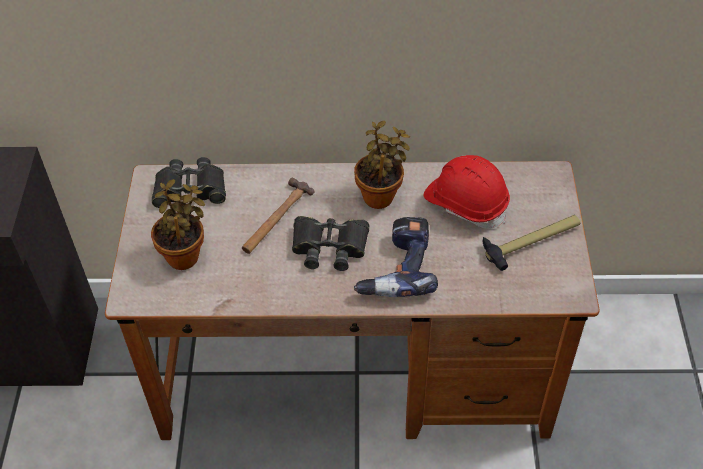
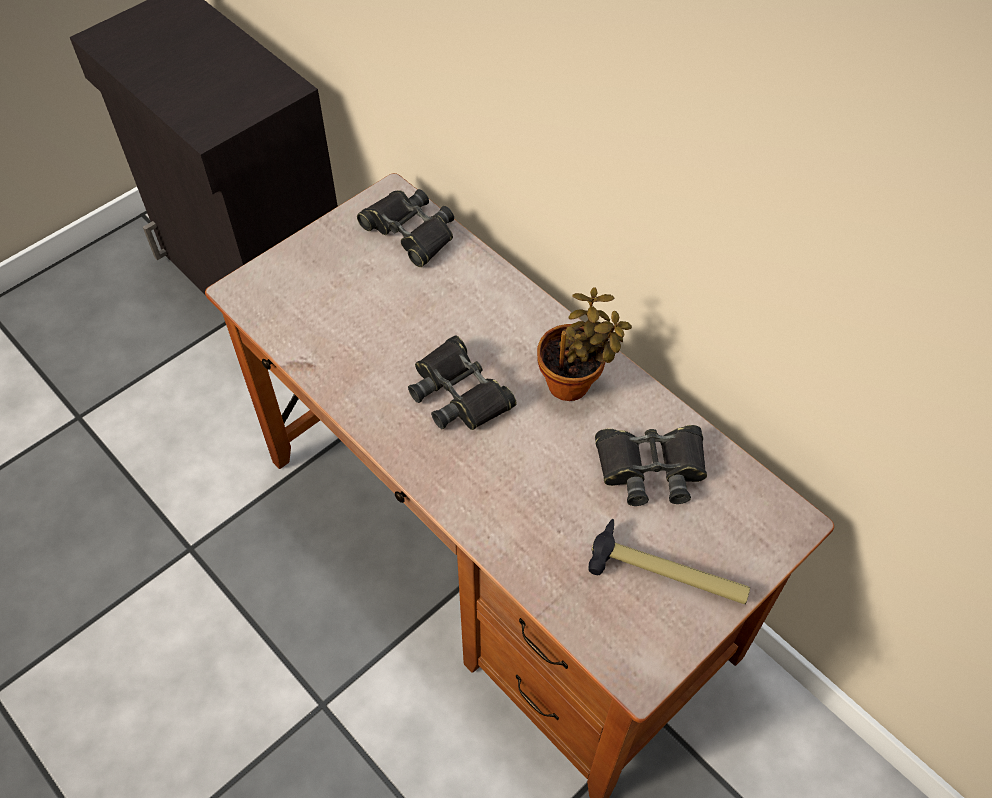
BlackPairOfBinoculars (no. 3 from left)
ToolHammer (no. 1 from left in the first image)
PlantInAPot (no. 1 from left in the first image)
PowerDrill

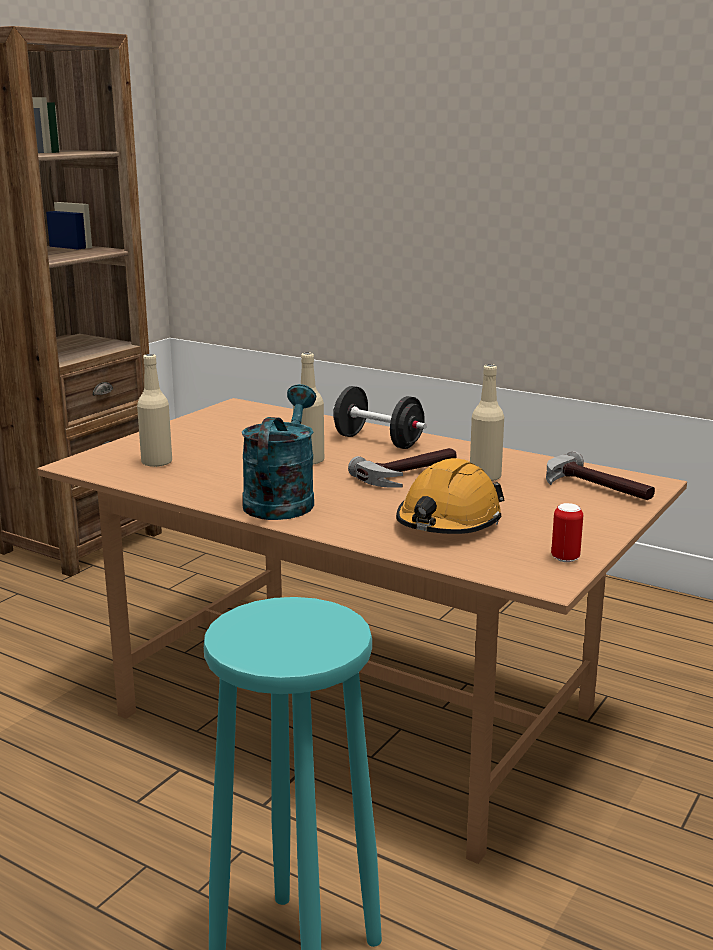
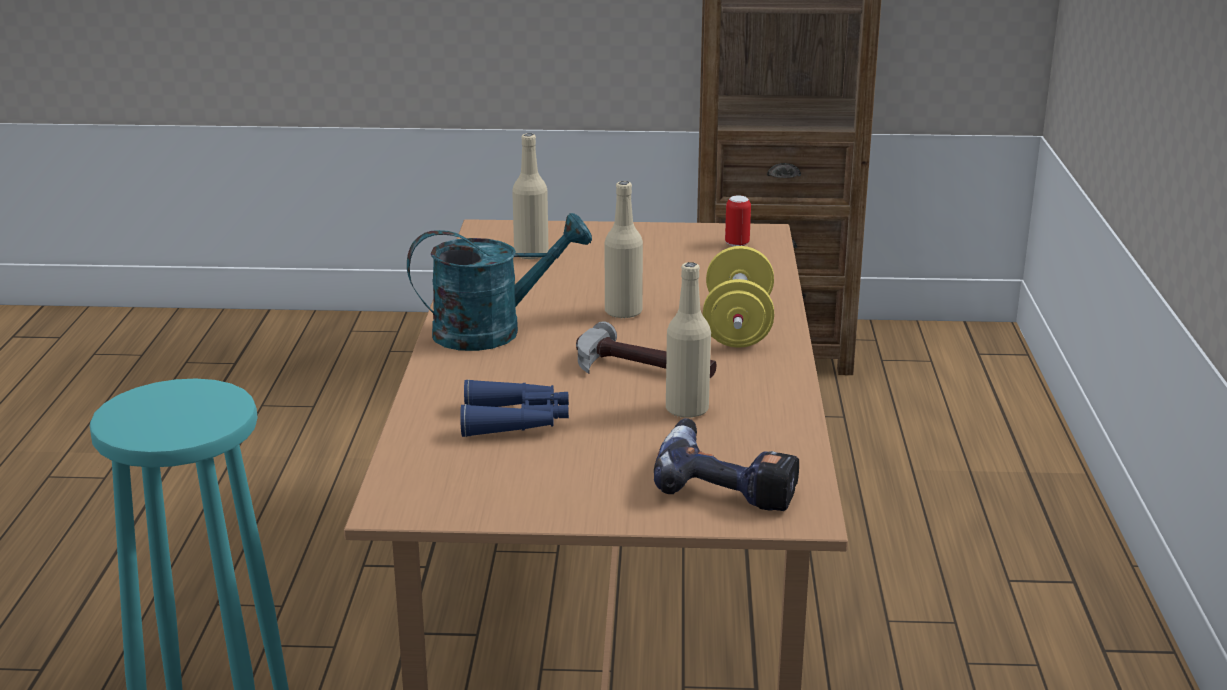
YellowishFreeWeight
PowerDrill
BluePairOfBinoculars
SealedCan

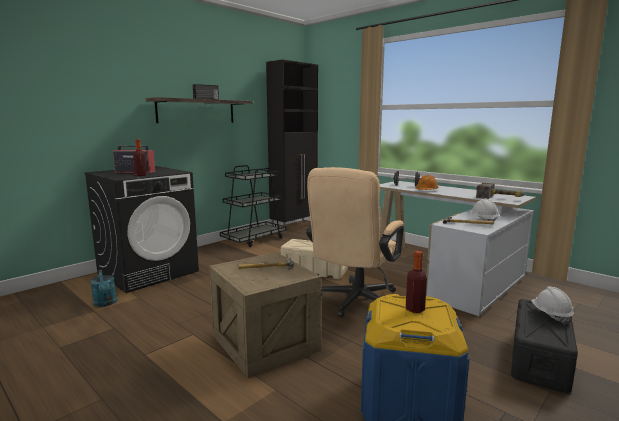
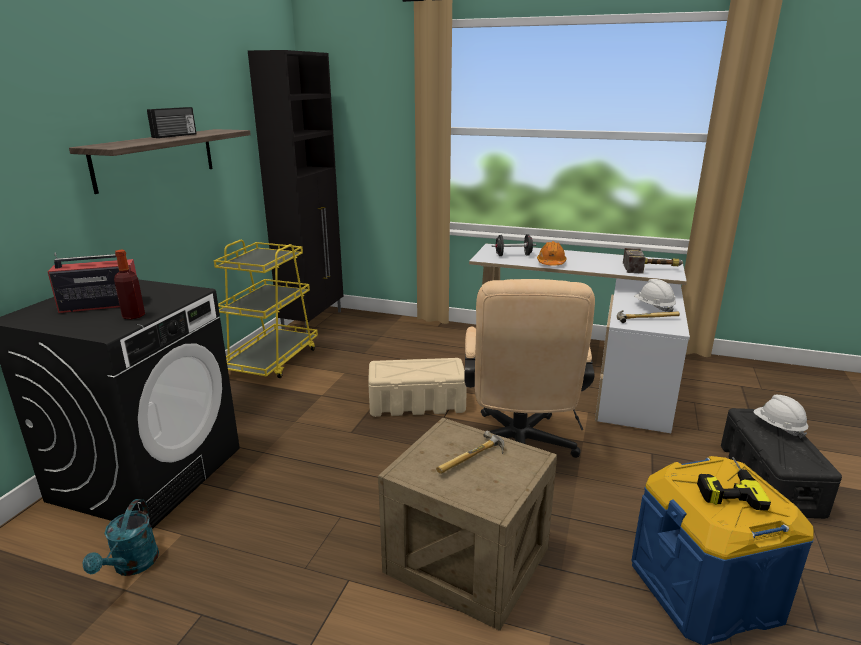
YellowishTrolley
PowerDrill
TurquoiseColouredSprinklingCan

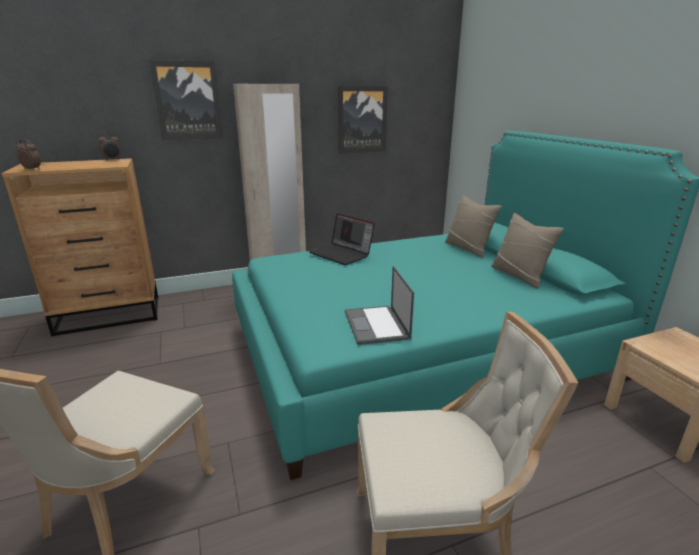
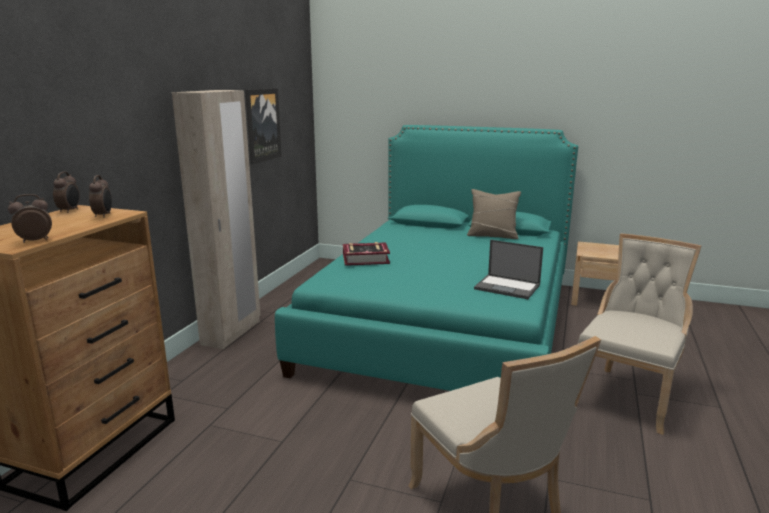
Picture (no. 1 from left in the first image)
BeigeCushion (no. 1 from left in the first image)
Volume
BedsideClock (no. 3 from left)

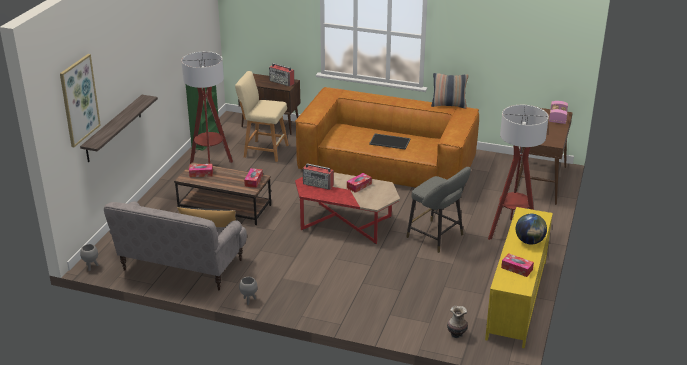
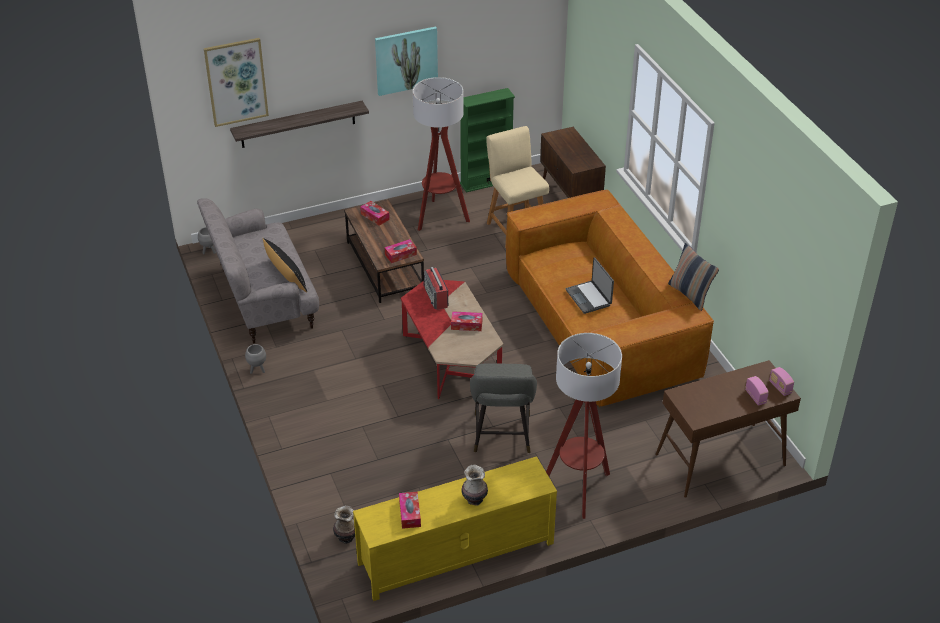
RadioSet (no. 1 from left in the first image)
Laptop
Vase (no. 2 from left)
Picture (no. 2 from left)

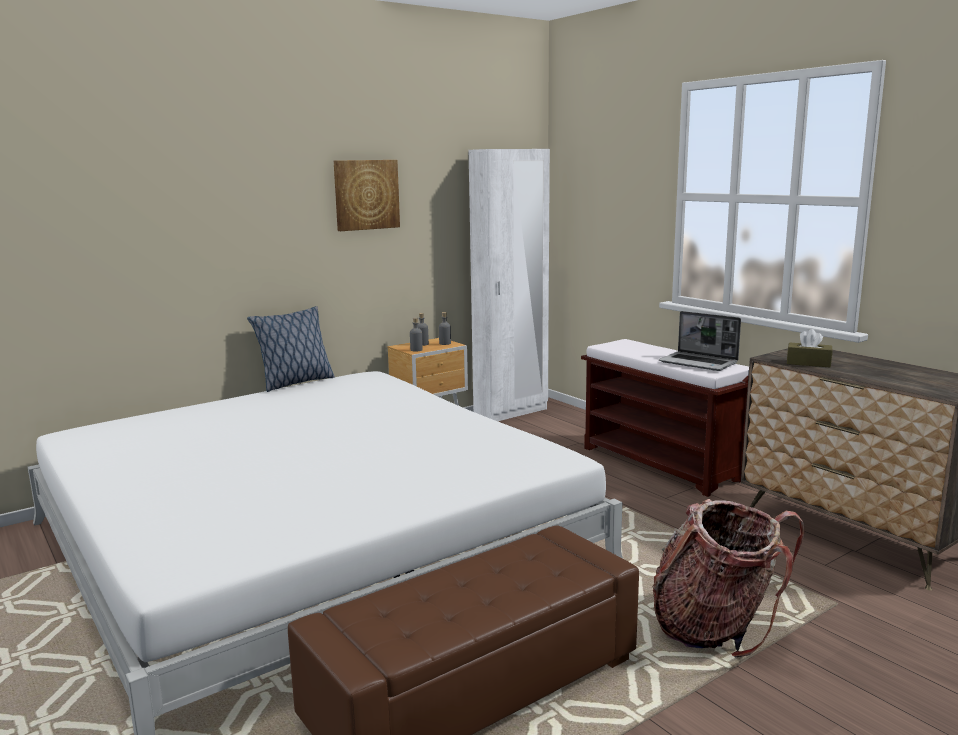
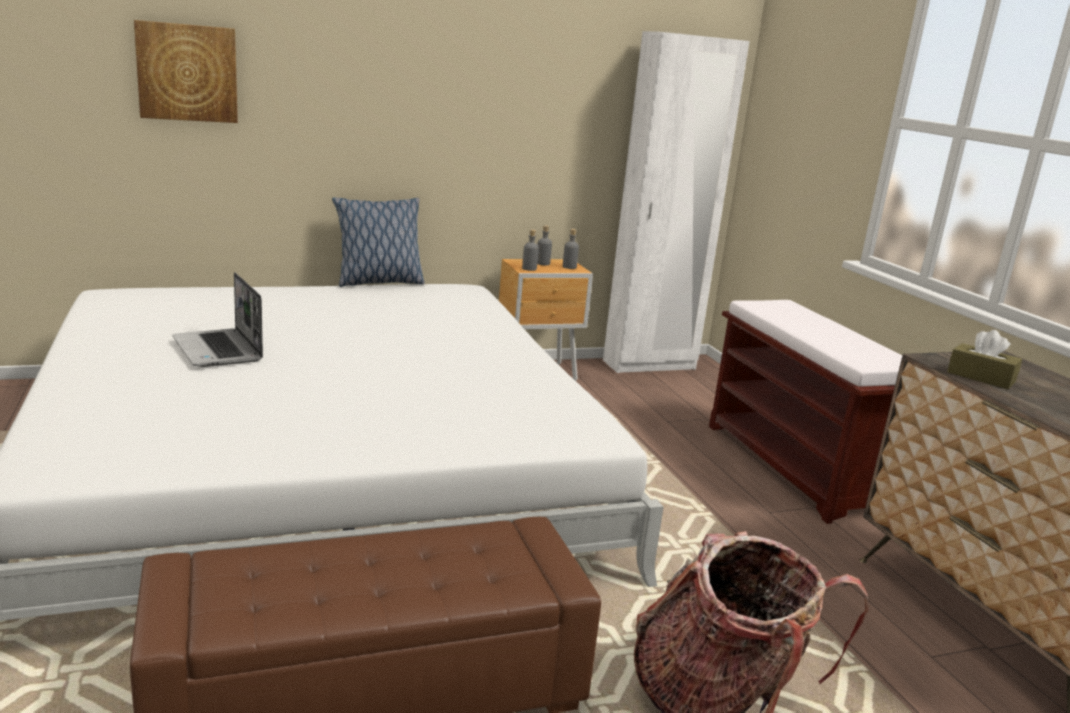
Picture
Laptop

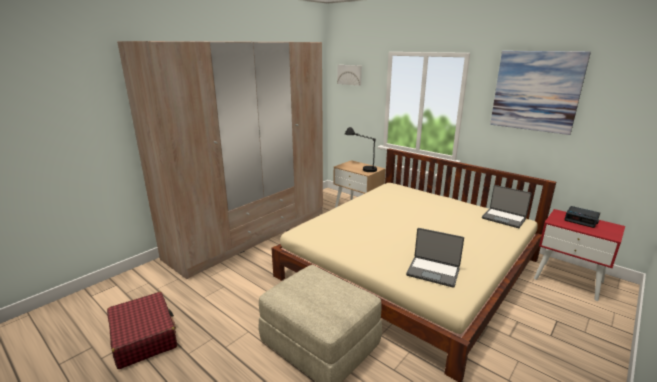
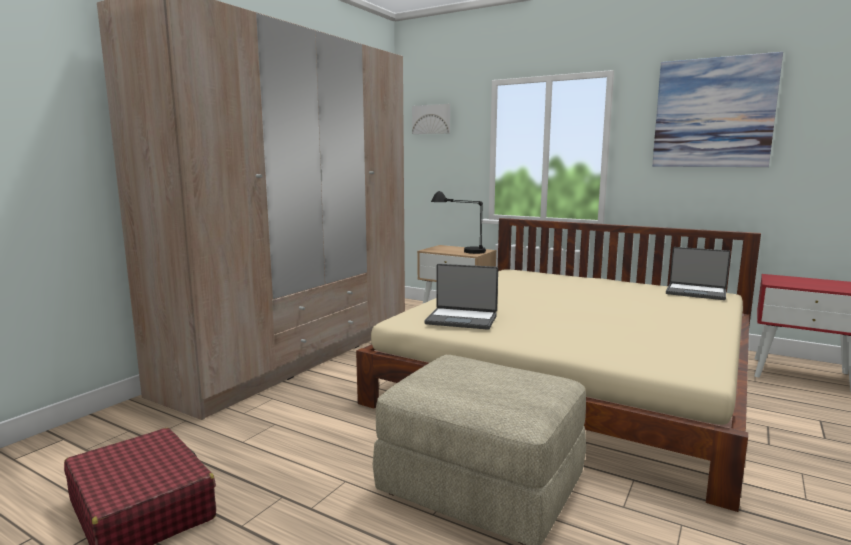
BedsideClock
Laptop (no. 1 from left)

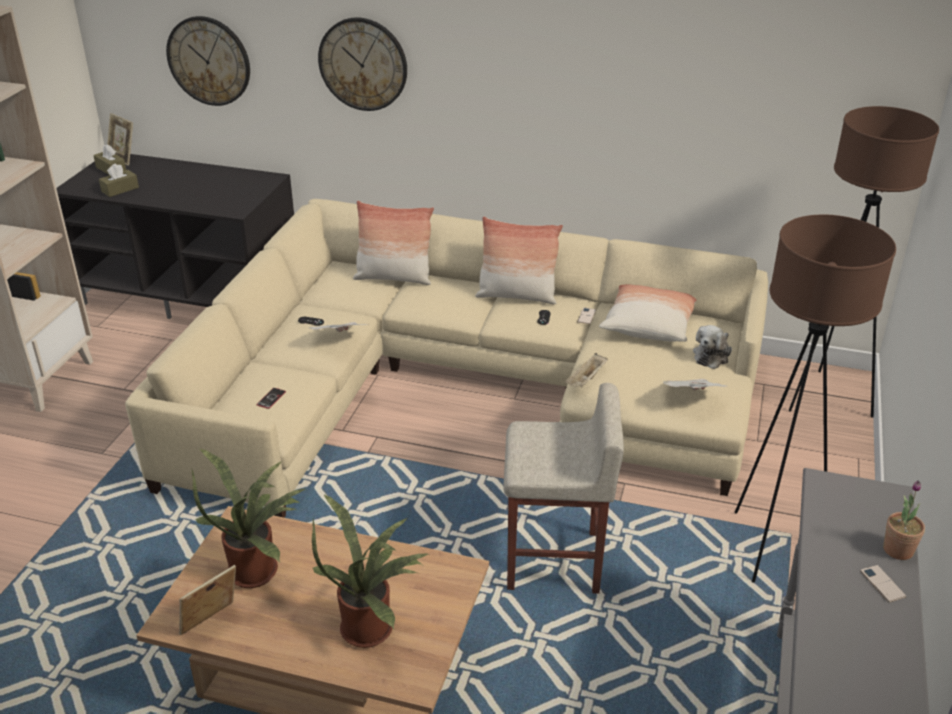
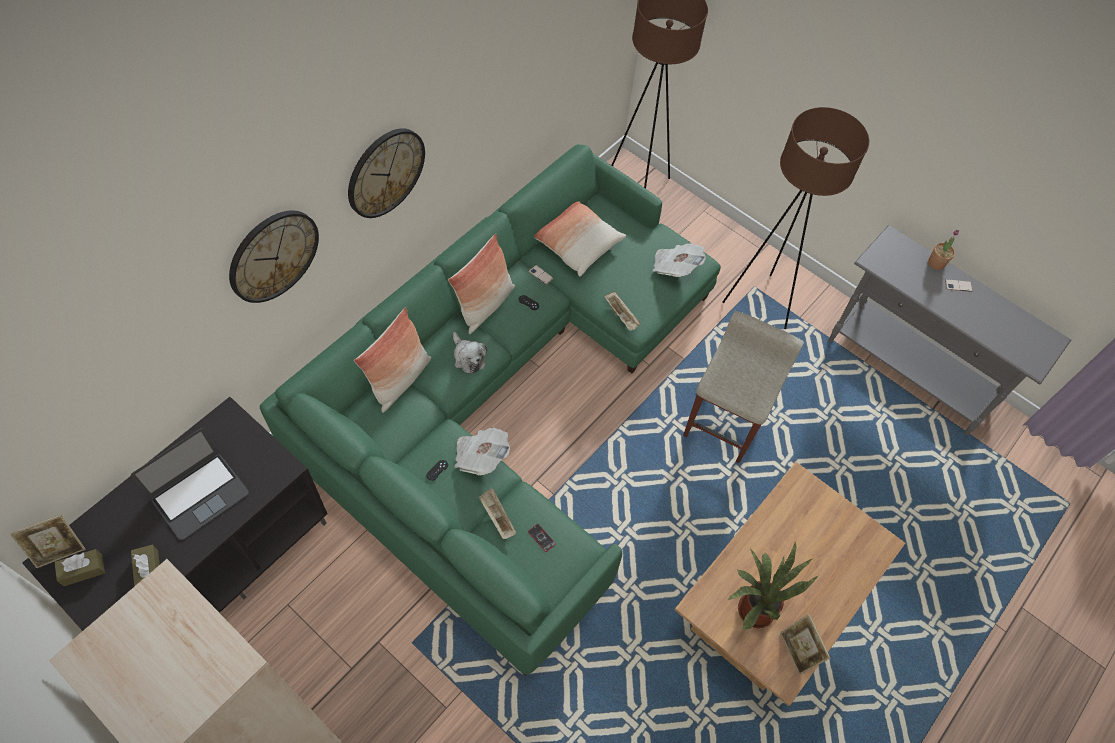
ClockOnTheWall (no. 2 from left)
GreenCouch
PlushToy
PlantInAPot (no. 2 from left in the first image)
Laptop
BeigeServingTray (no. 1 from left)

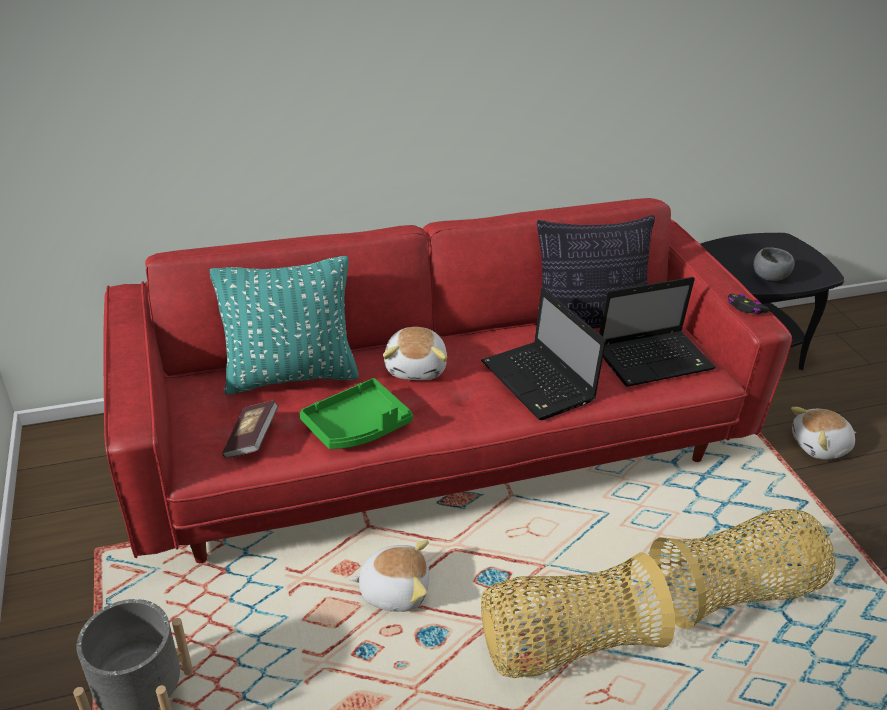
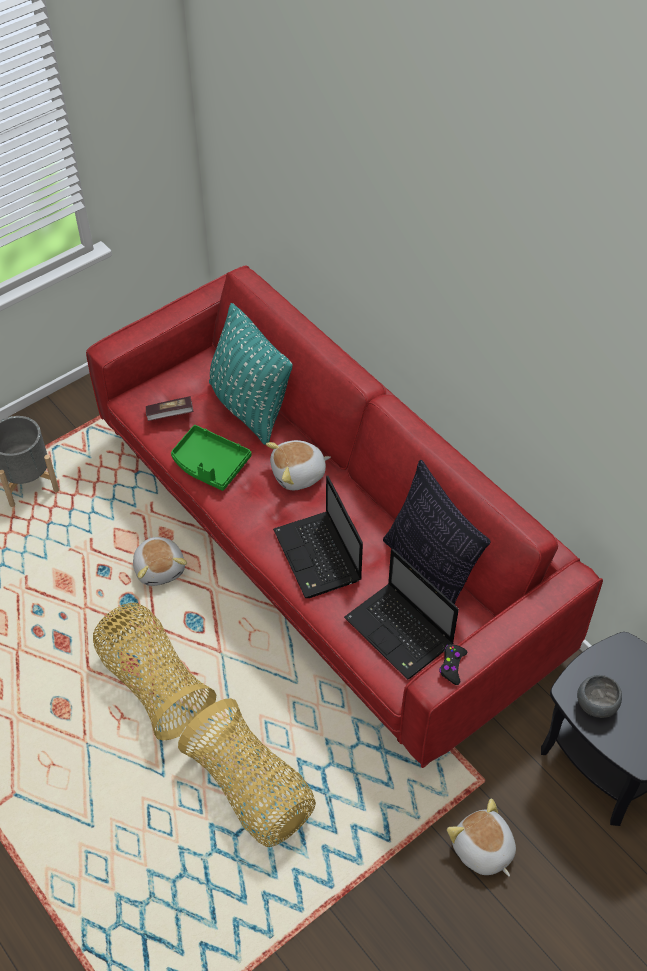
Laptop (no. 1 from left)

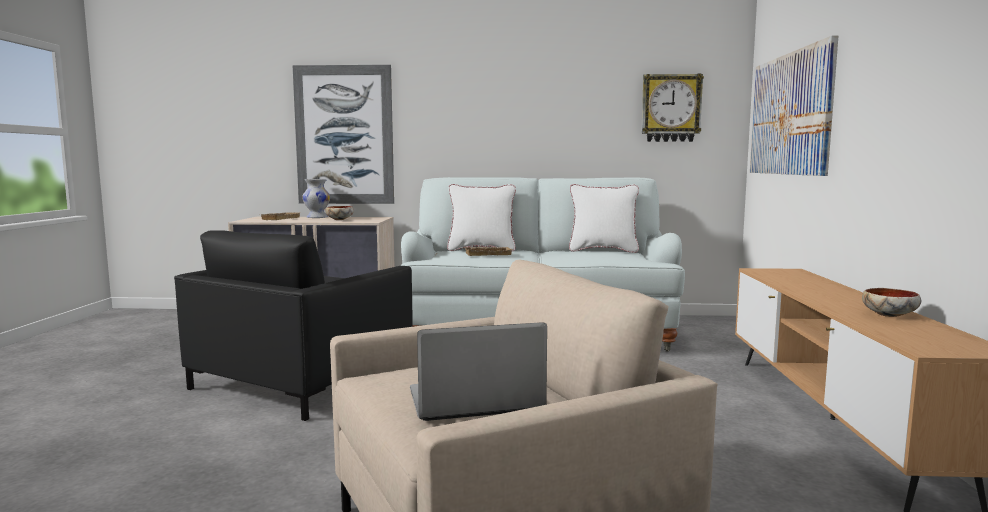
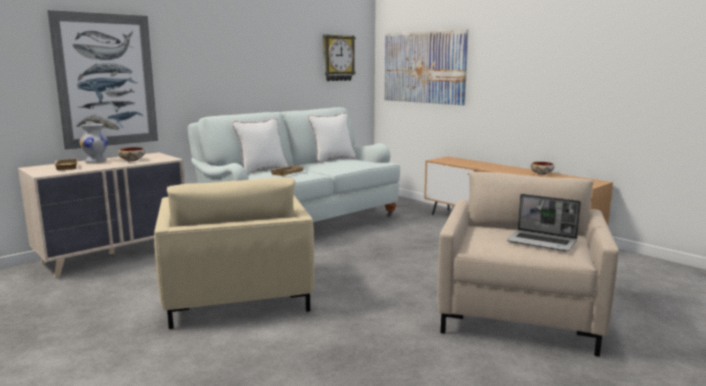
BeigeEasyChair (no. 1 from left)
Laptop

